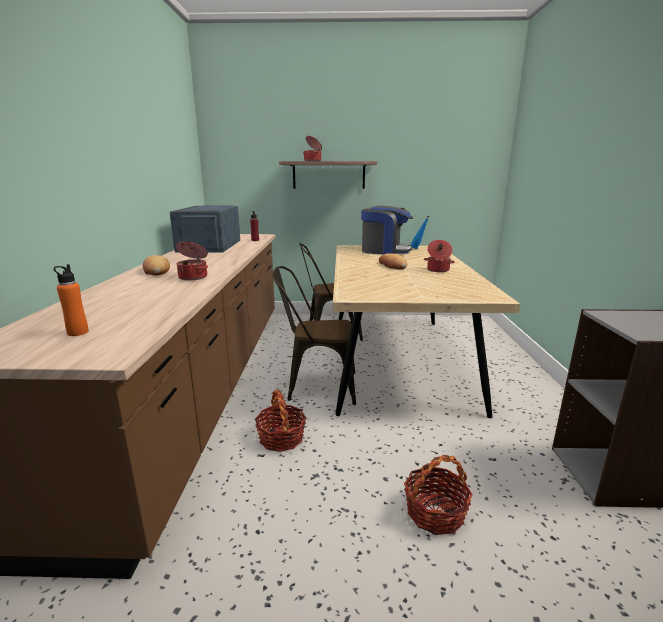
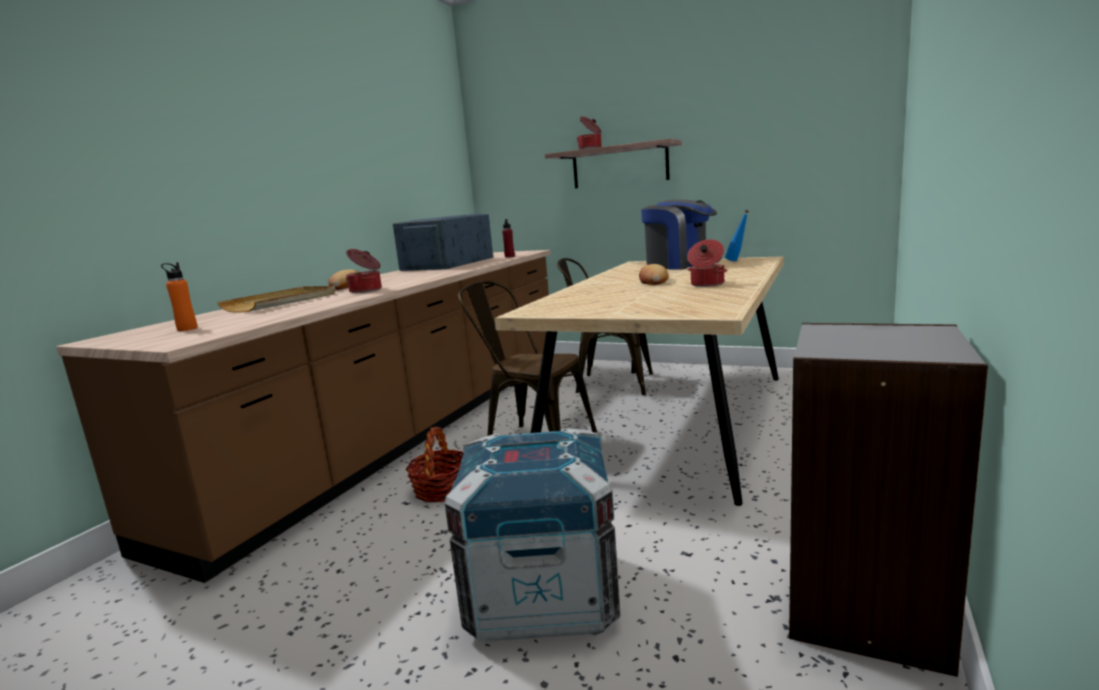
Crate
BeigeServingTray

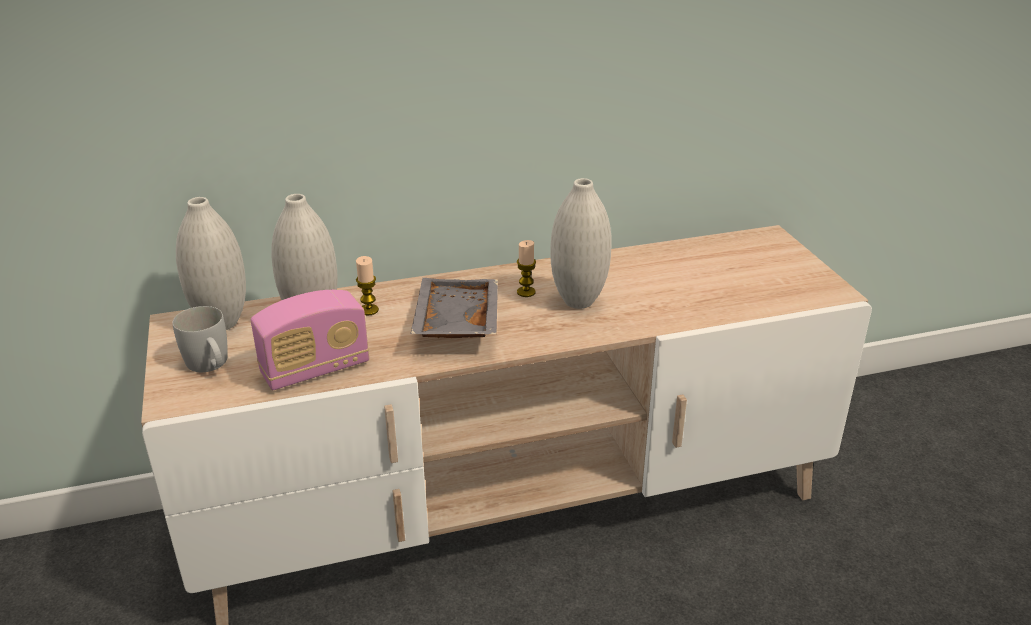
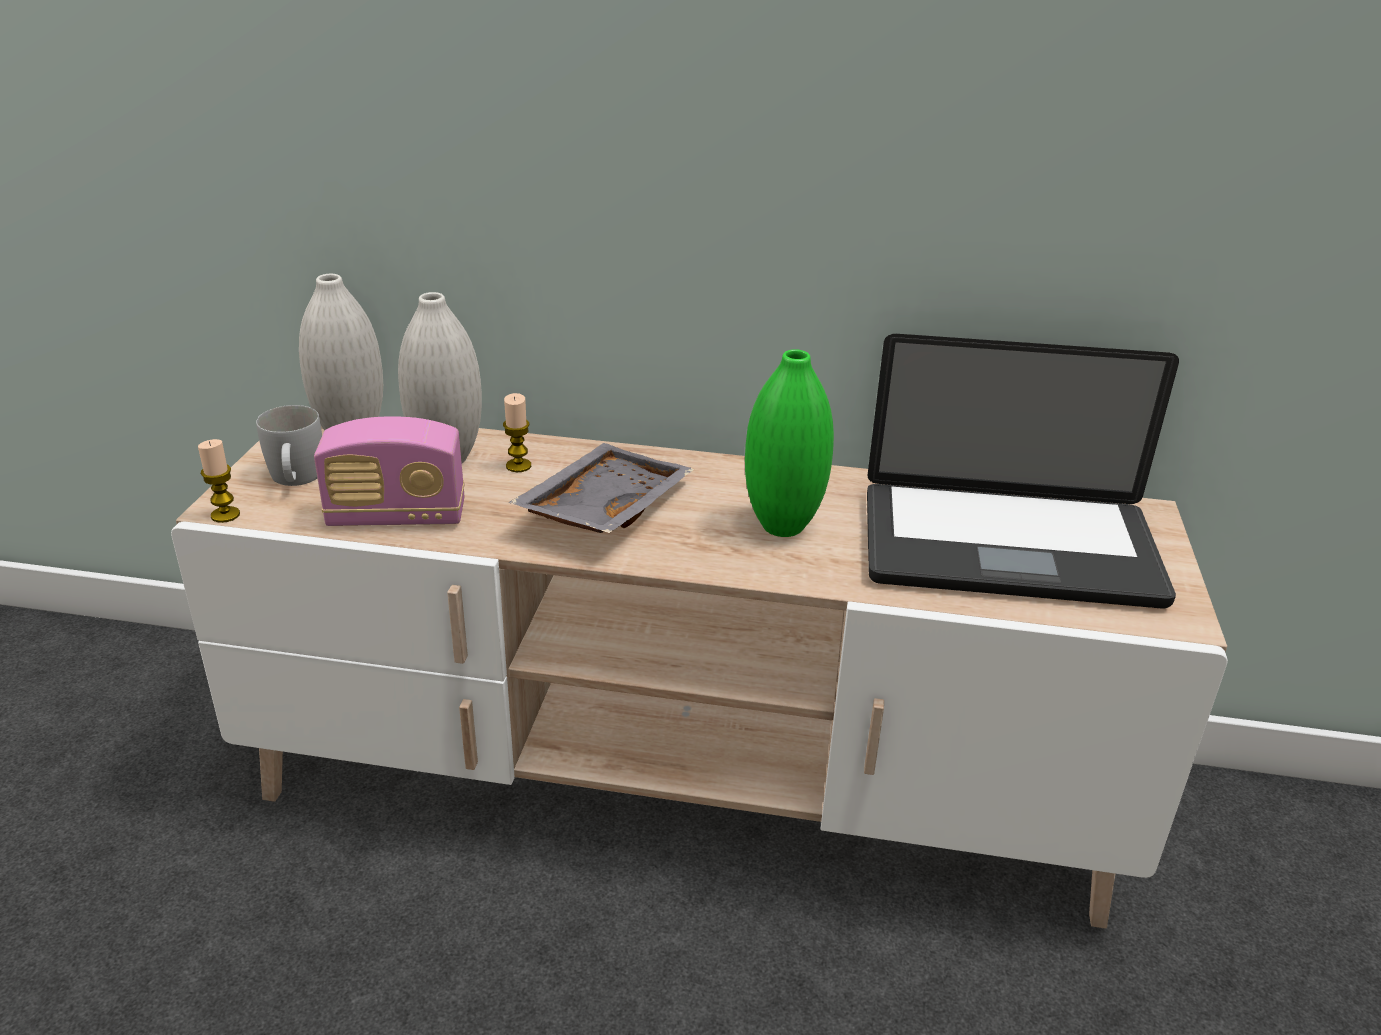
GreenVase
WaxLight (no. 1 from left)
Laptop

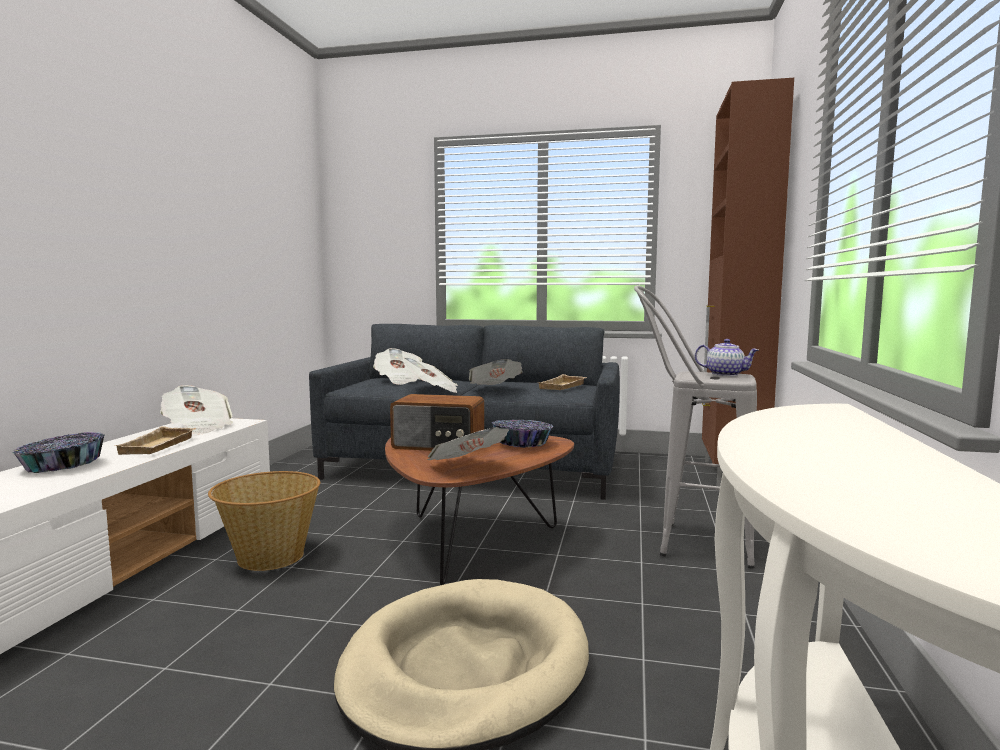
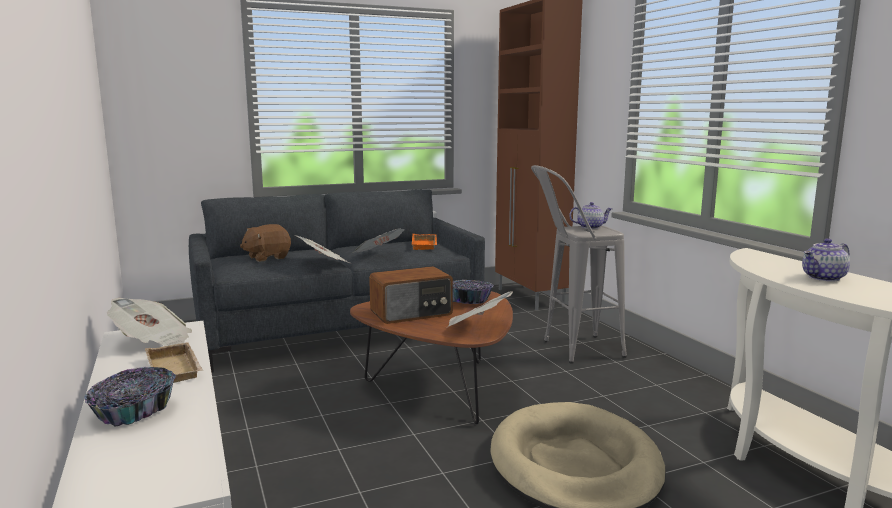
BrownishPlushToy
OrangeServingTray
HouseholdBasket
Teapot (no. 2 from left)

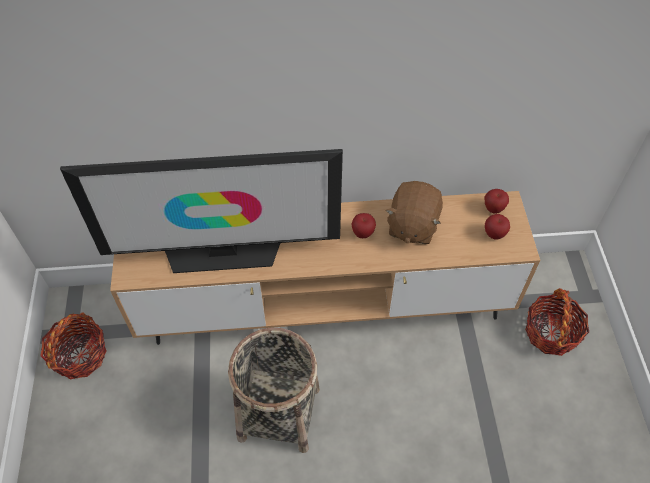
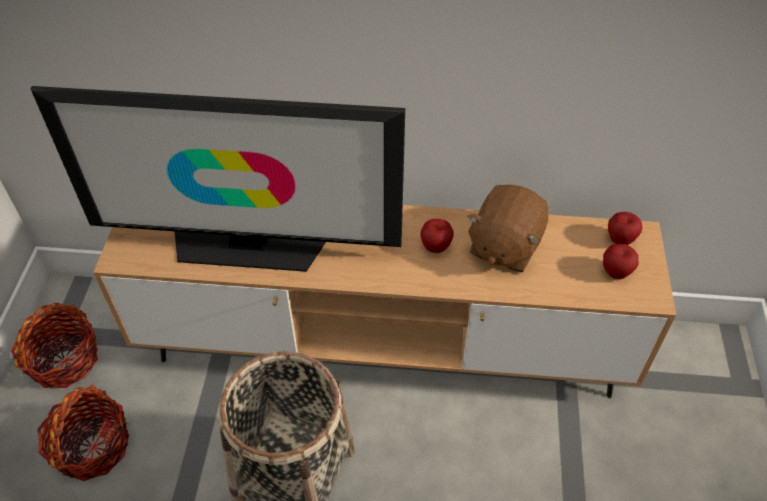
HouseholdBasket (no. 2 from left)

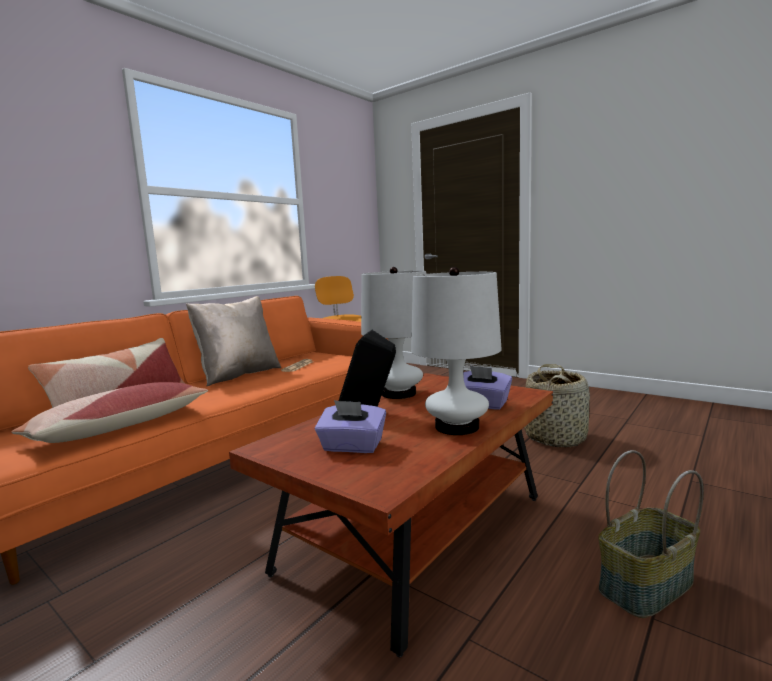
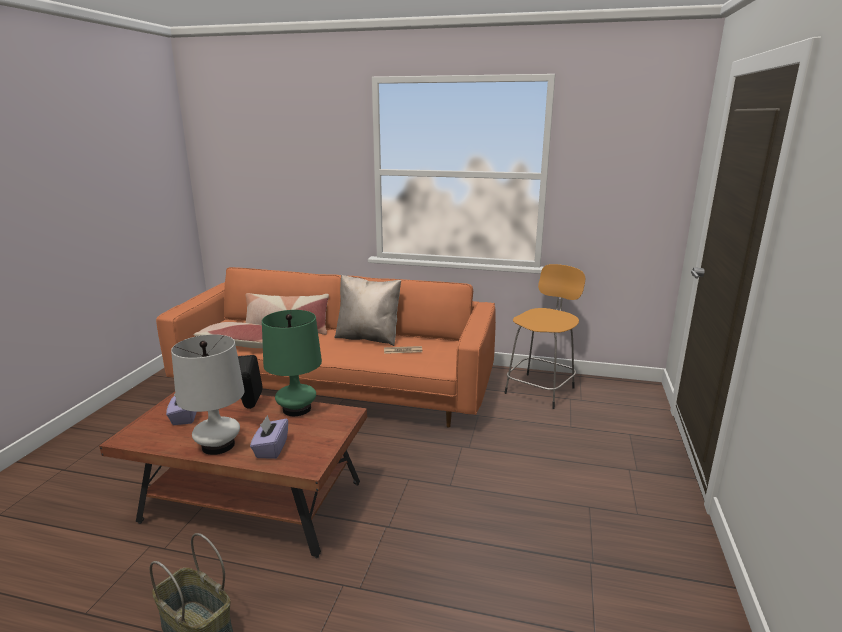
GreenTabletopLamp
HouseholdBasket (no. 1 from left in the first image)

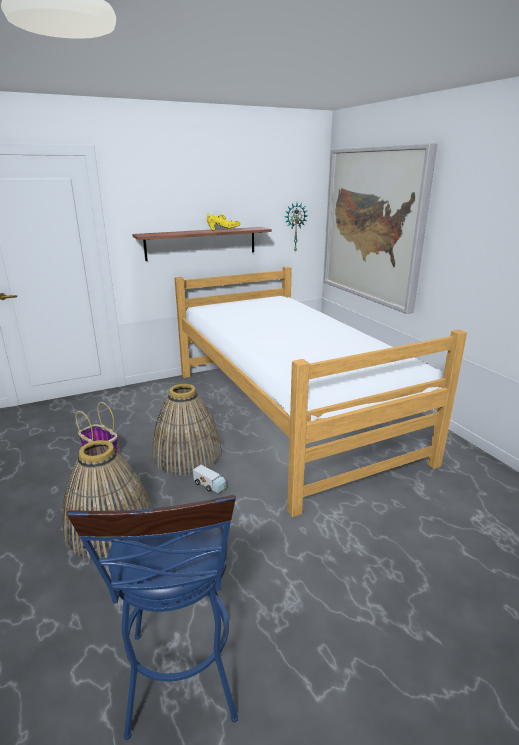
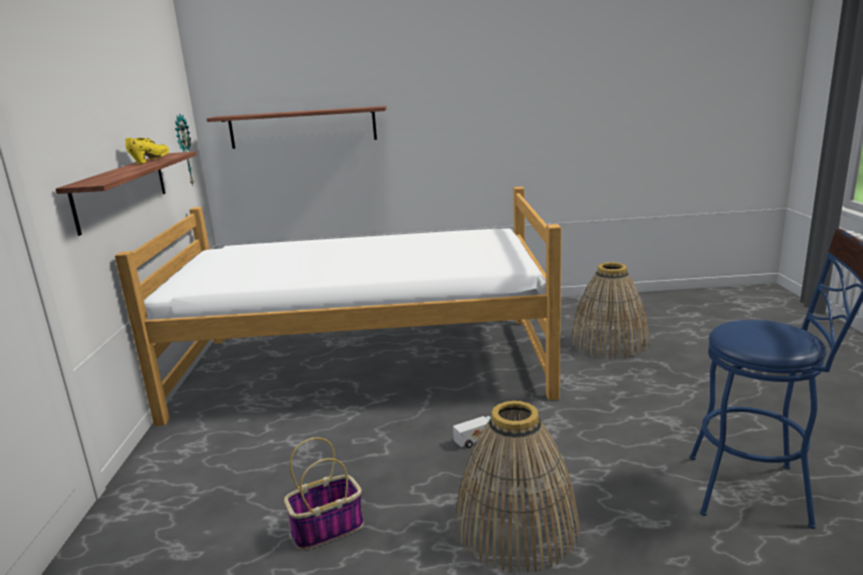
WallShelf (no. 2 from left)
HouseholdBasket (no. 3 from left)

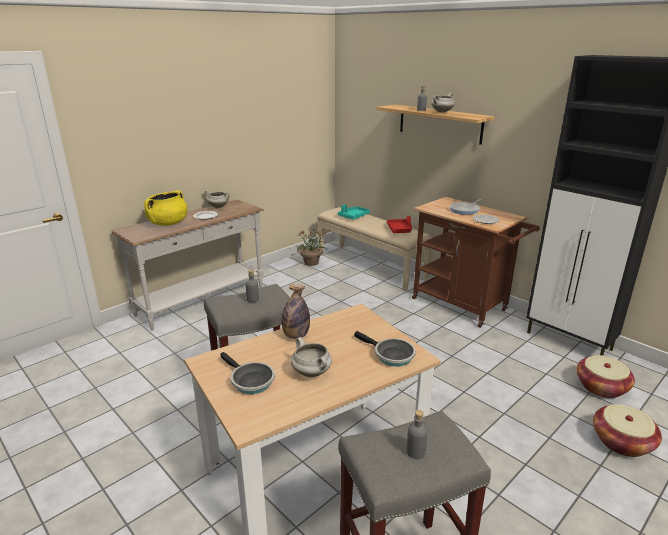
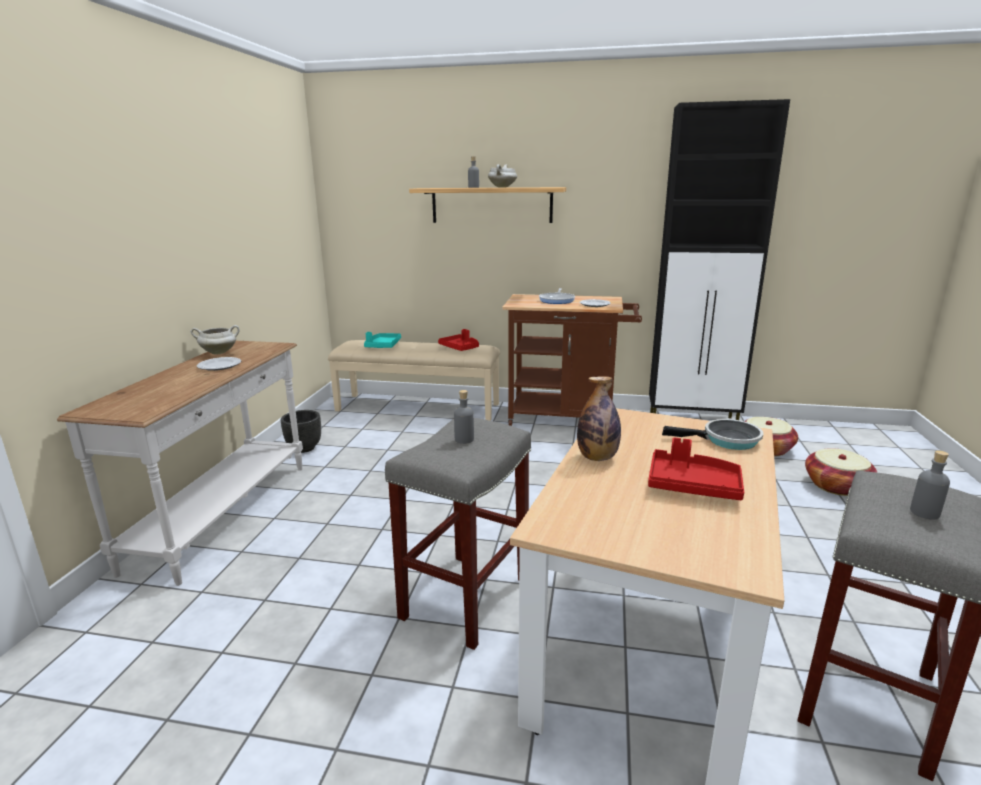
YellowishSaucepot
PlantInAPot
RedServingTray (no. 2 from left)
Pan (no. 1 from left in the first image)
BlackFlowerPot

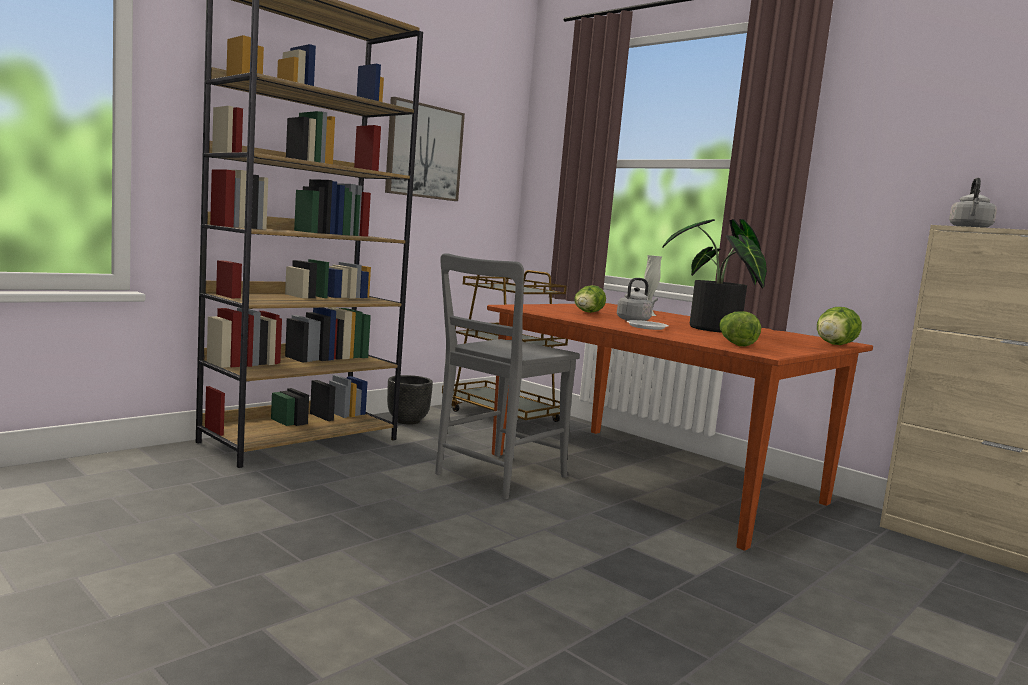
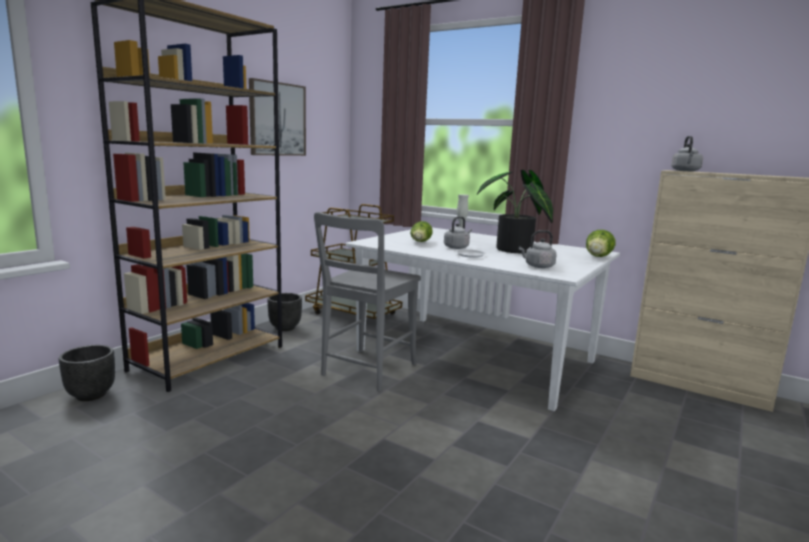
WhitishDinnerTable
GreyTeaKettle (no. 2 from left)
BlackFlowerPot (no. 1 from left)

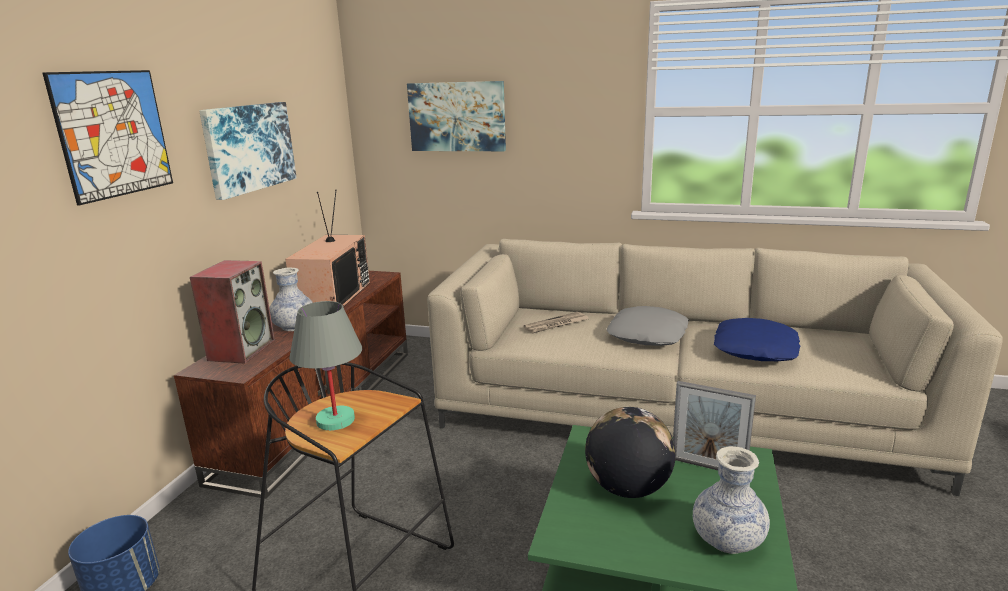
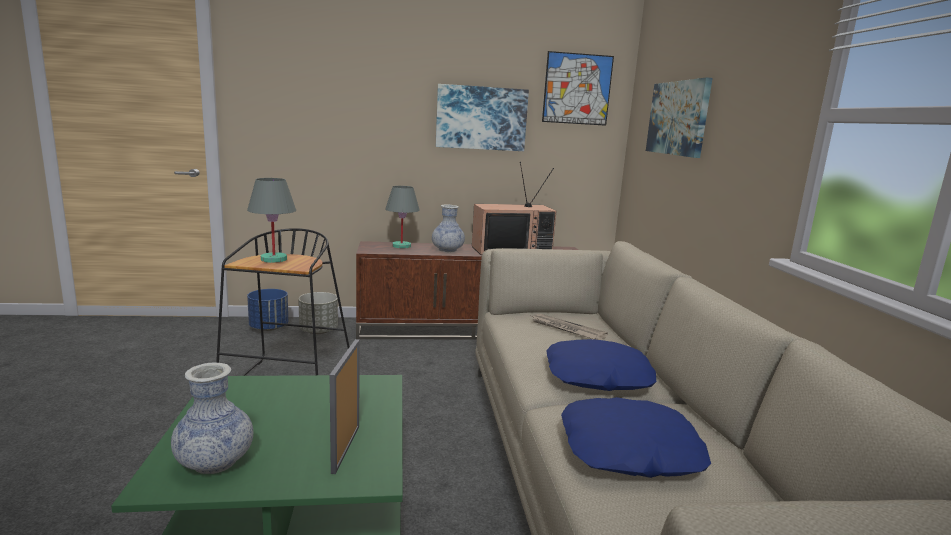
Picture (no. 2 from left)
GreyTabletopLamp (no. 2 from left)
BlueCushion (no. 1 from left)
Globe
GreyFlowerPot

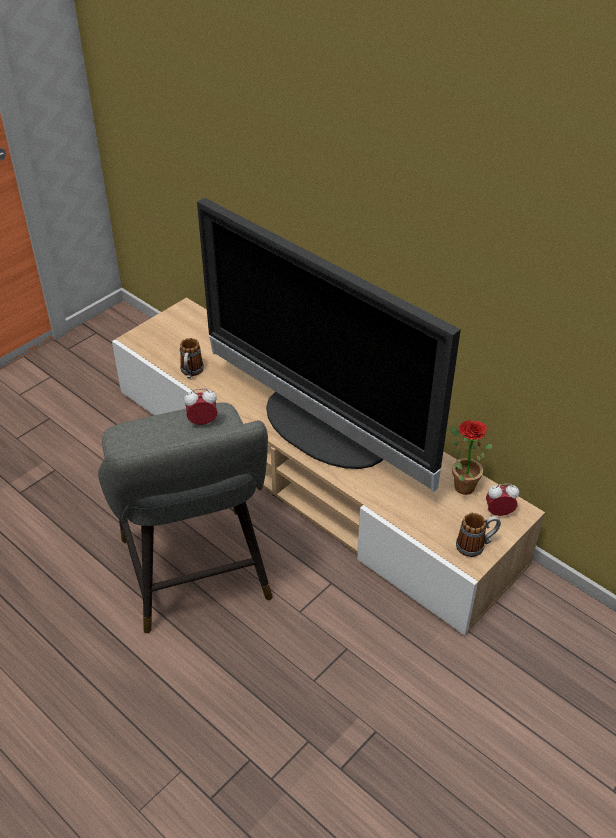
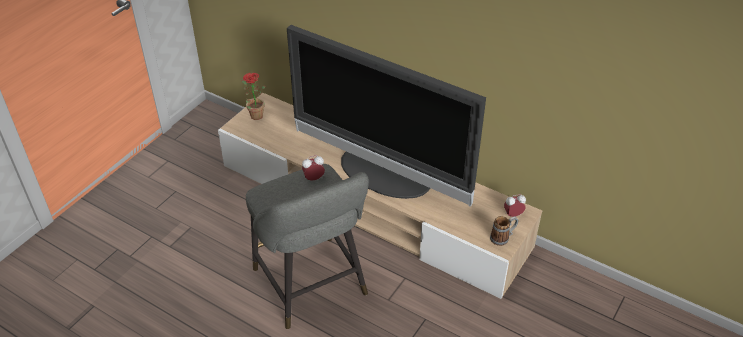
Mug (no. 1 from left in the first image)
PlantInAPot

